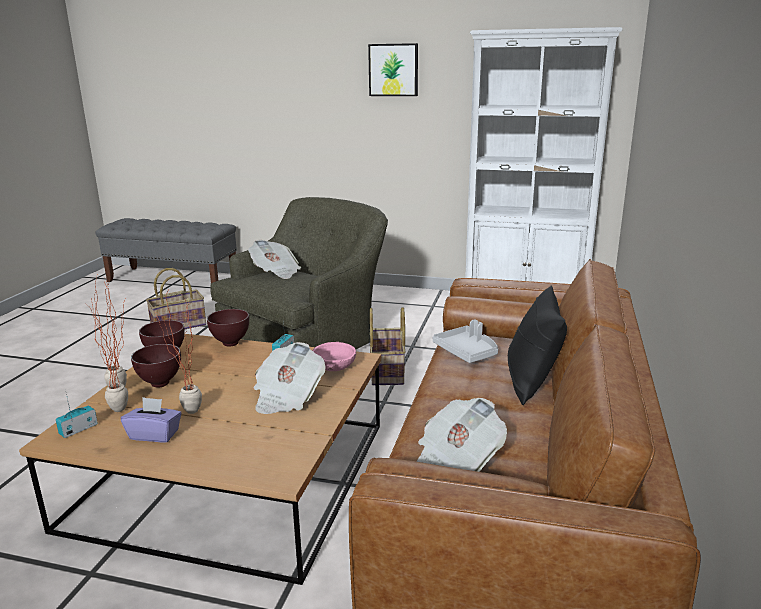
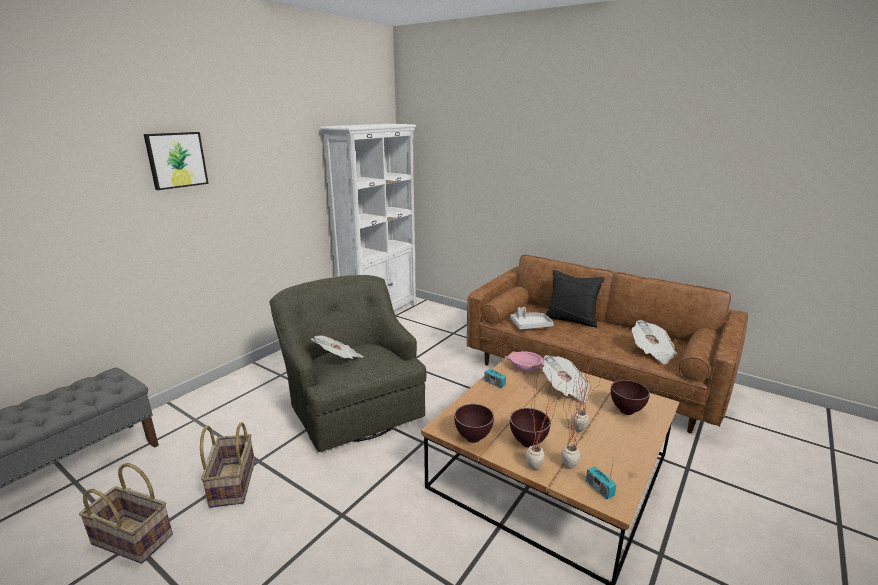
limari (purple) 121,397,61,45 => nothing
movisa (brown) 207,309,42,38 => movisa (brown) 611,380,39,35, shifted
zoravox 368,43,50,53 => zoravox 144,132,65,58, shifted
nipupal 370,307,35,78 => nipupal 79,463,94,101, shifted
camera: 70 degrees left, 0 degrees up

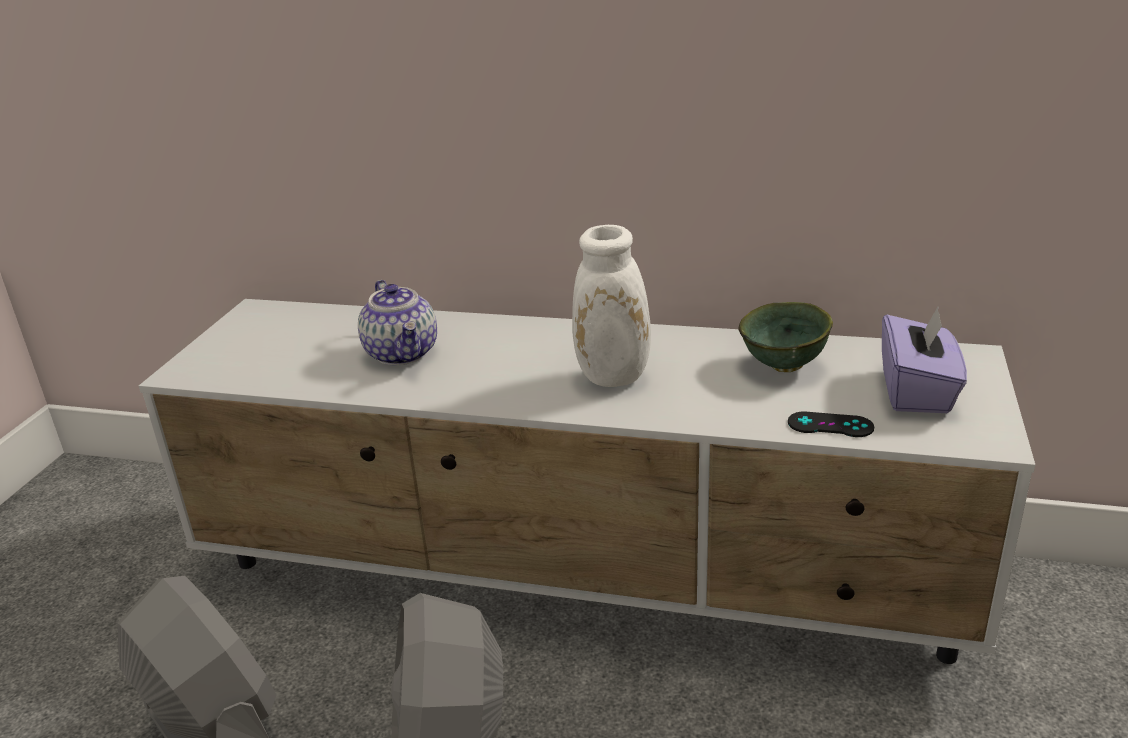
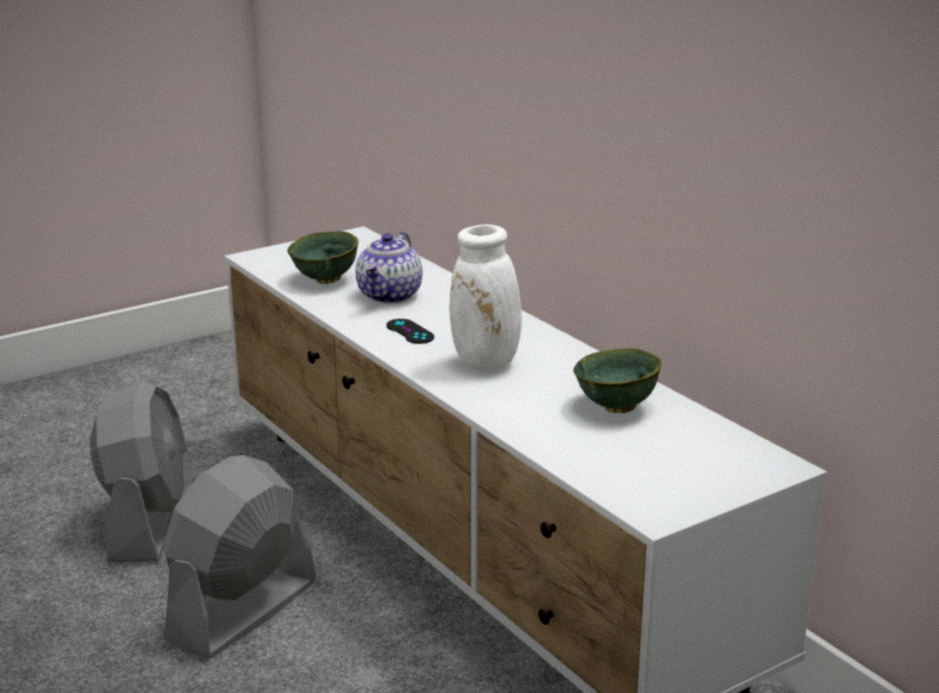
limari (purple) 882,305,85,108 => nothing
nothing => movisa (green) 287,231,72,53
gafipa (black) 788,412,86,25 => gafipa (black) 386,319,48,25, shifted
camera: 40 degrees right, 5 degrees down

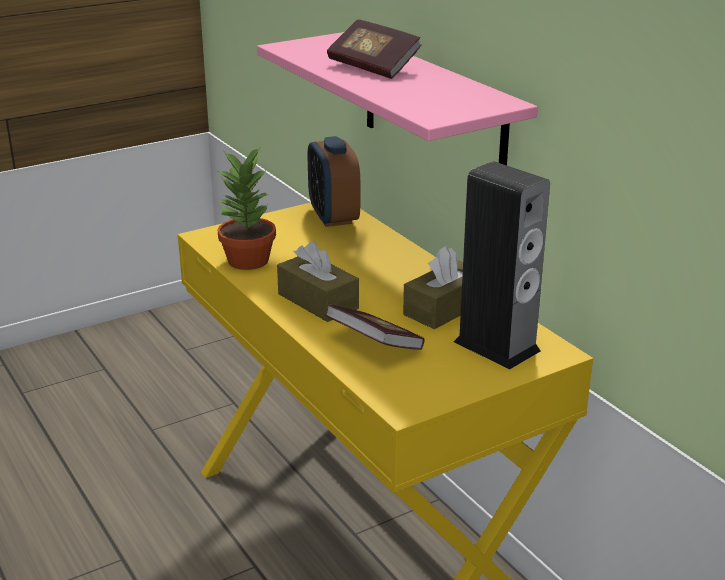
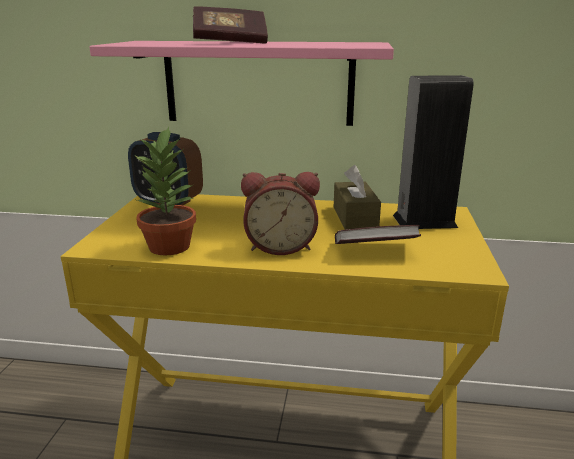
limari (brown) 277,241,82,81 => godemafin 241,172,79,83
camera: 50 degrees left, 5 degrees down

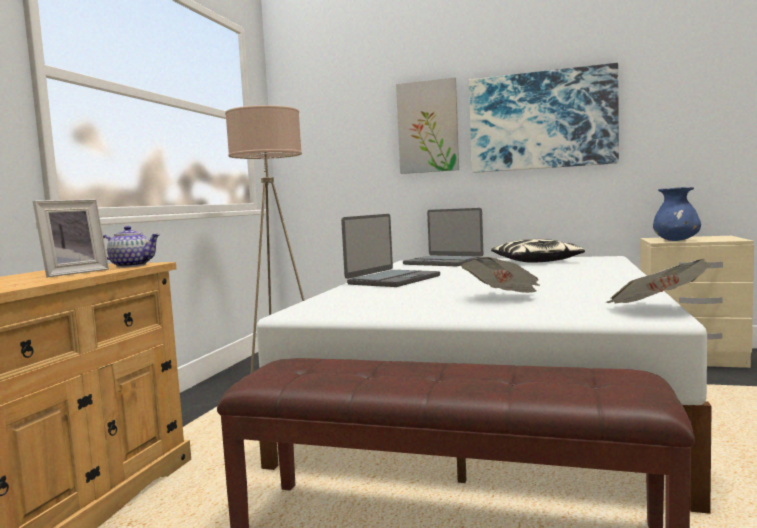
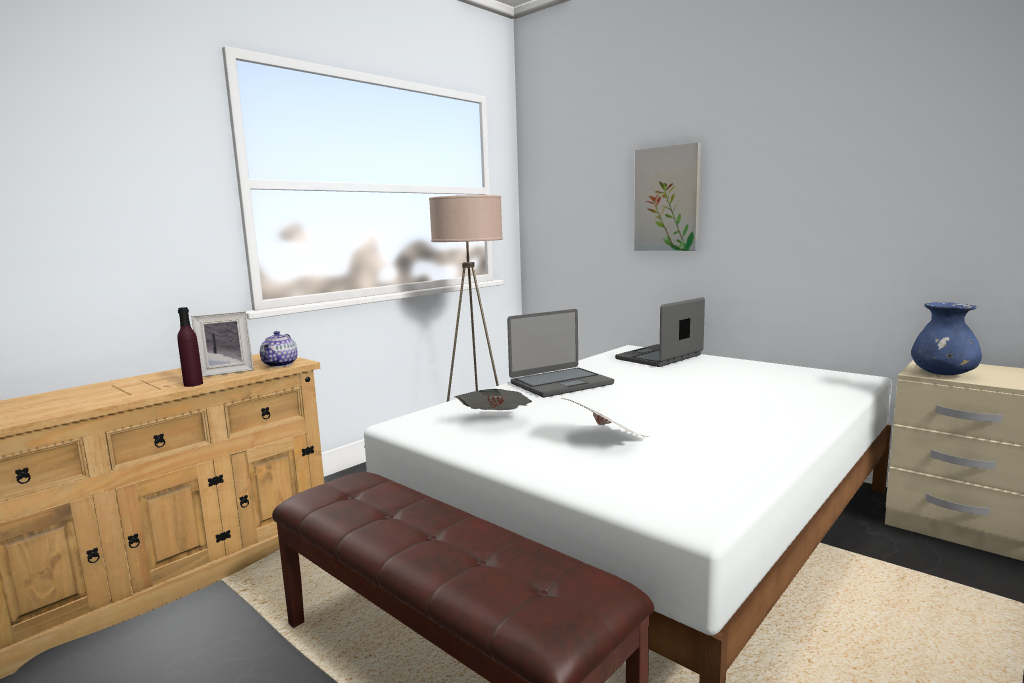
zoravox 469,63,150,110 => nothing
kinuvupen 491,239,94,24 => nothing
nothing => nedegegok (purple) 178,307,25,80
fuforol 606,259,106,45 => fuforol 455,389,77,21, shifted
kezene 103,226,58,41 => kezene 260,331,37,36, 60 degrees clockwise
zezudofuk 403,208,80,58 => zezudofuk 615,297,90,70, 75 degrees clockwise
camera: 25 degrees right, 5 degrees up

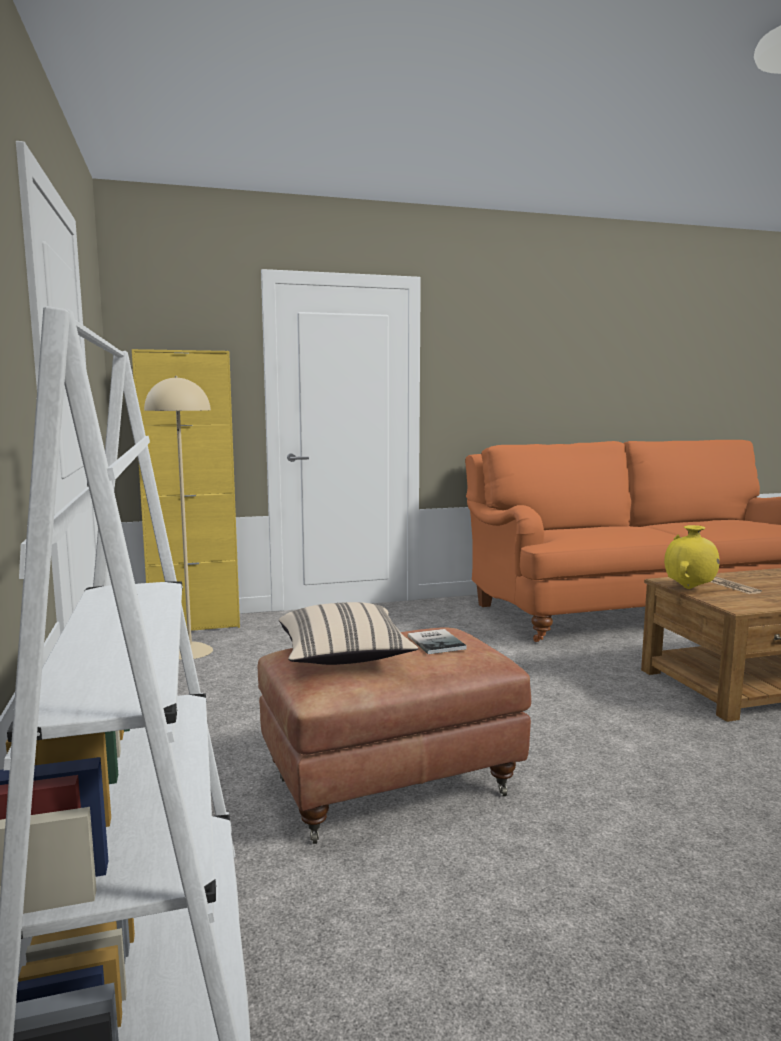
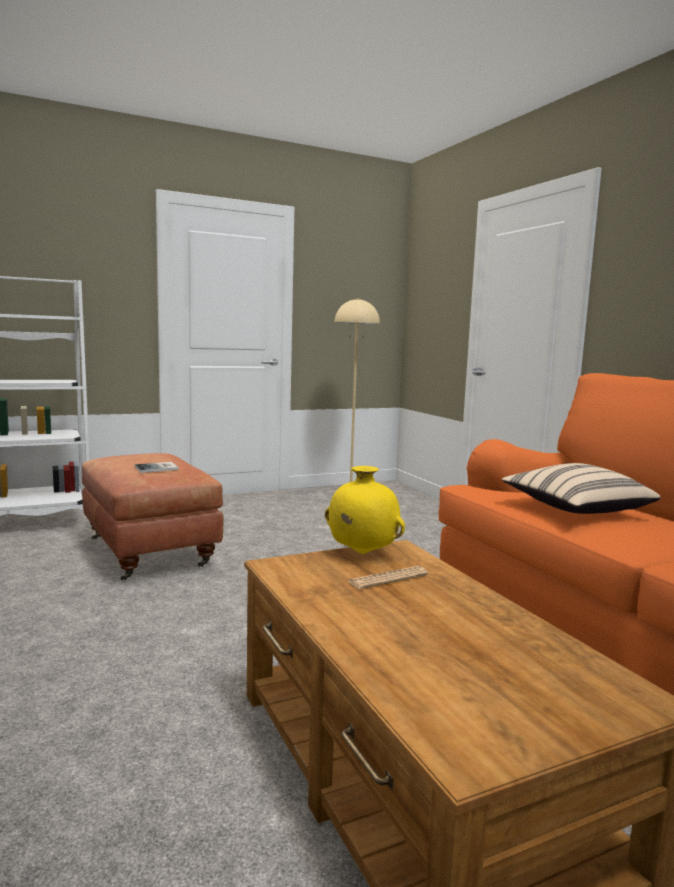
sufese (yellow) 132,349,108,282 => nothing
kinuvupen (beige) 279,602,139,63 => kinuvupen (beige) 502,463,159,51, shifted
camera: 80 degrees right, 0 degrees up

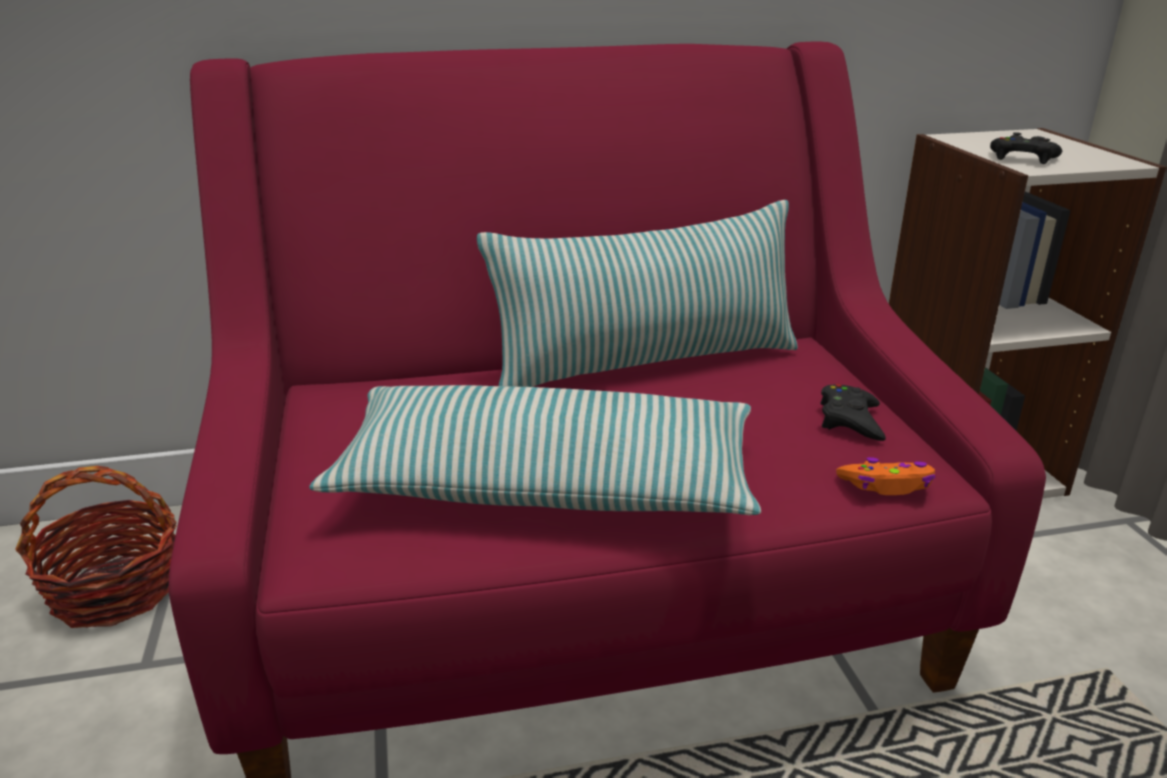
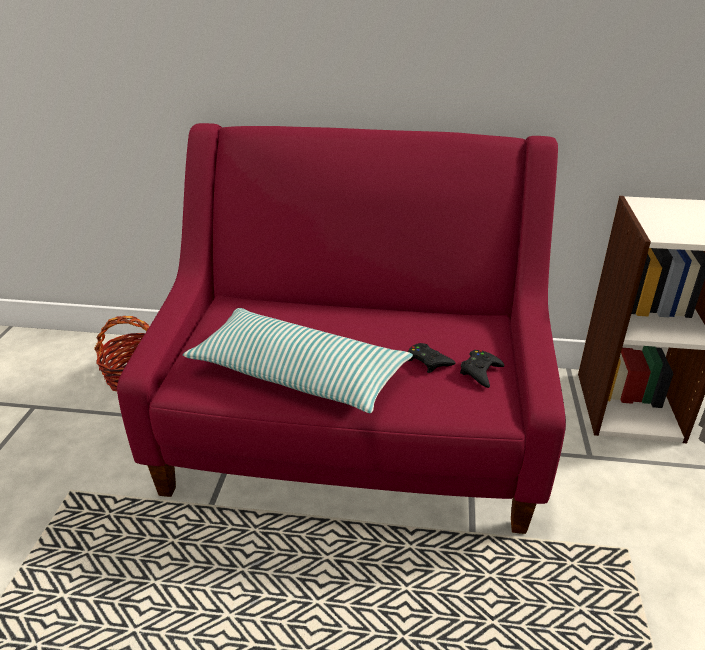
kinuvupen 477,200,321,187 => nothing
gafipa (orange) 836,457,99,38 => nothing
gafipa (black) 990,132,72,32 => gafipa (black) 408,343,48,30, shifted
camera: 20 degrees right, 5 degrees up

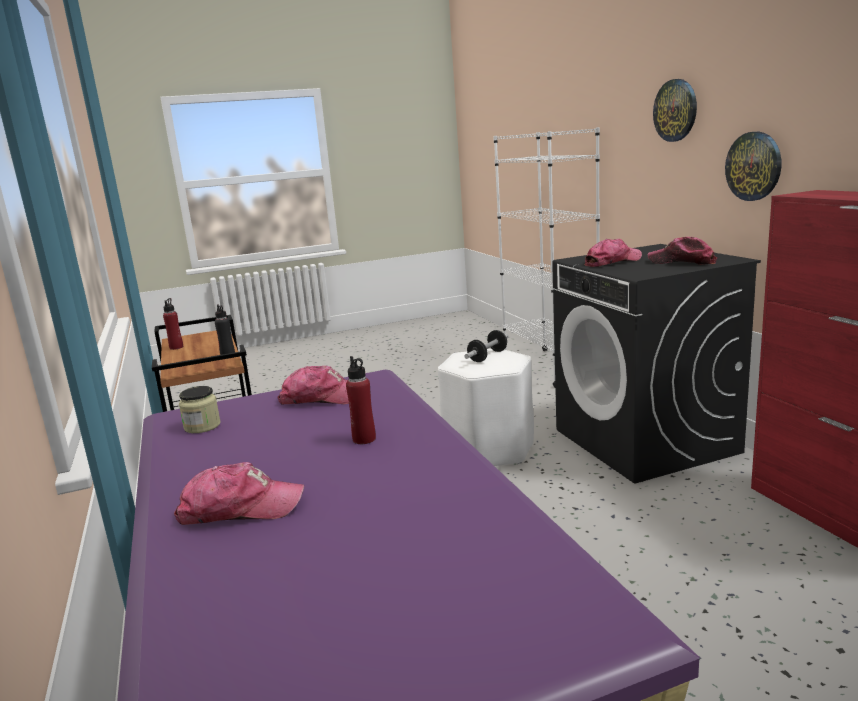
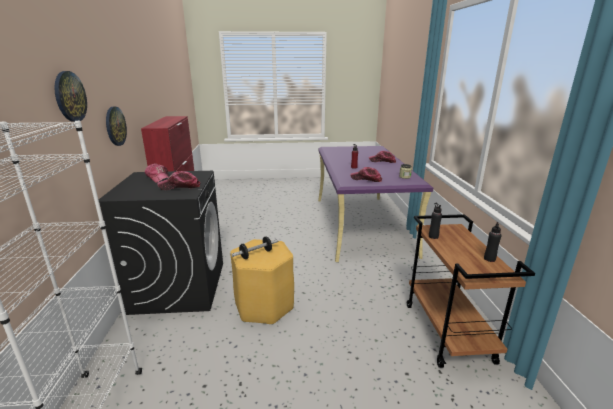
nedegegok (red) 163,298,20,52 => nedegegok (black) 484,222,17,40
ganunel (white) 438,349,96,117 => ganunel (yellow) 230,239,64,86
camera: 165 degrees left, 5 degrees up

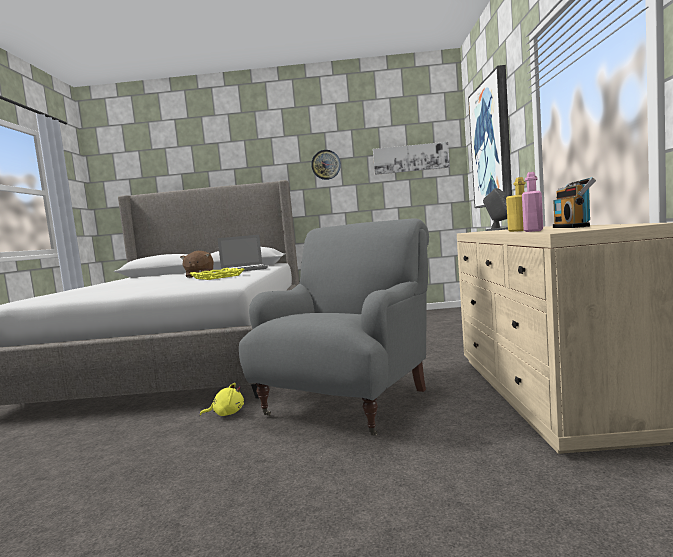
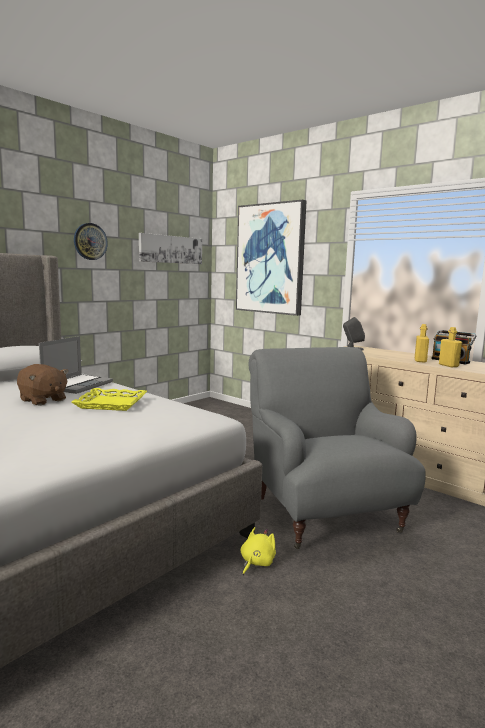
nedegegok (pink) 522,172,21,60 => nedegegok (yellow) 439,327,23,40
camera: 50 degrees left, 5 degrees up

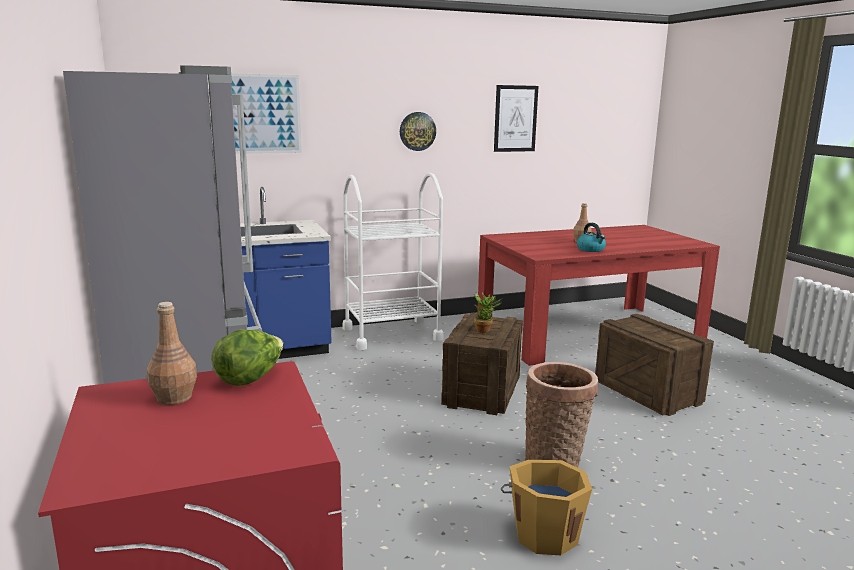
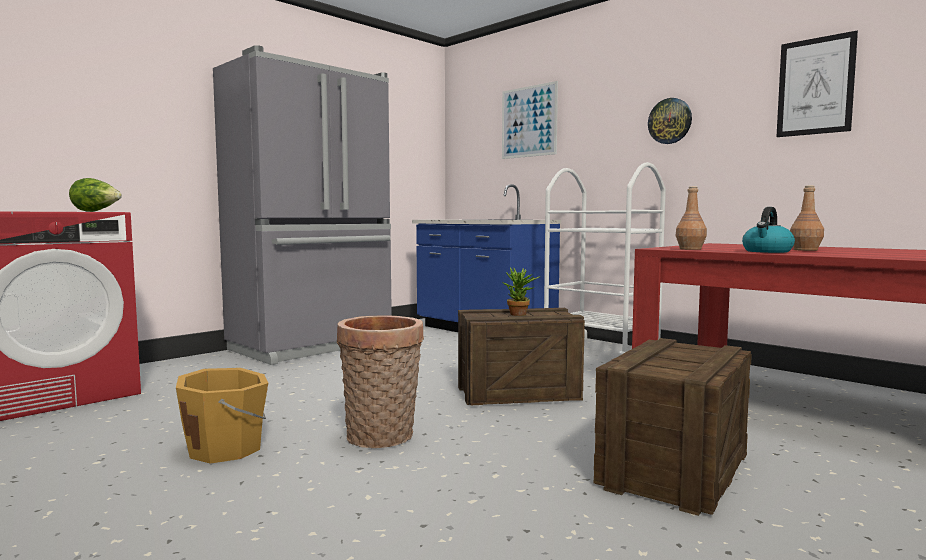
nedegegok (brown) 147,302,50,103 => nedegegok (brown) 676,186,31,64, shifted
camera: 65 degrees right, 10 degrees down

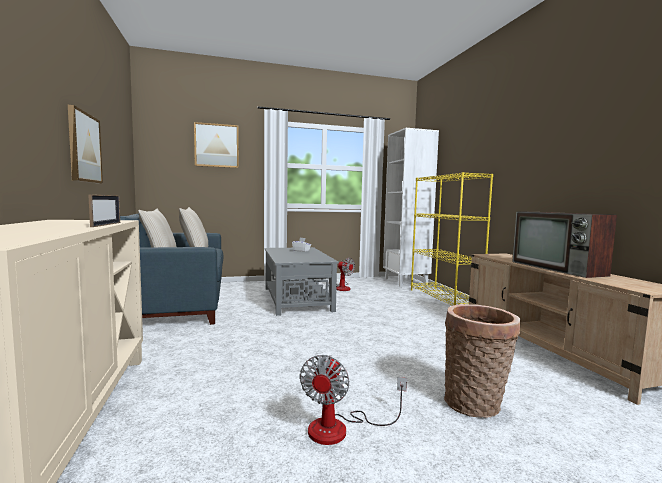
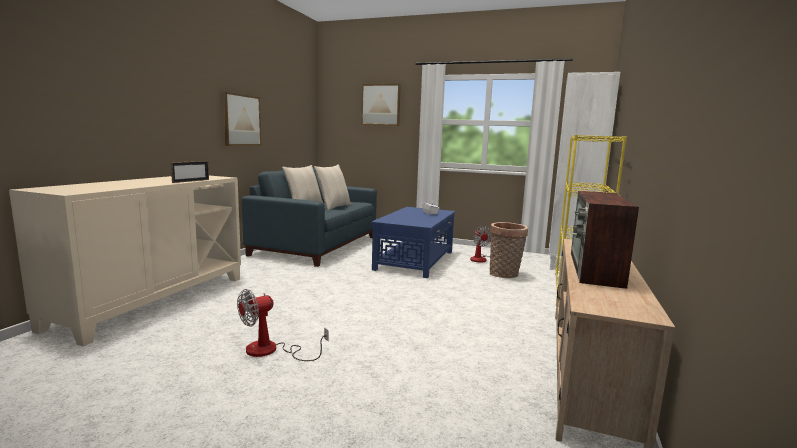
nipupal 444,304,77,114 => nipupal 490,222,38,56, shifted
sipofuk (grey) 265,247,74,69 => sipofuk (blue) 371,207,85,71
camera: 35 degrees right, 5 degrees up

